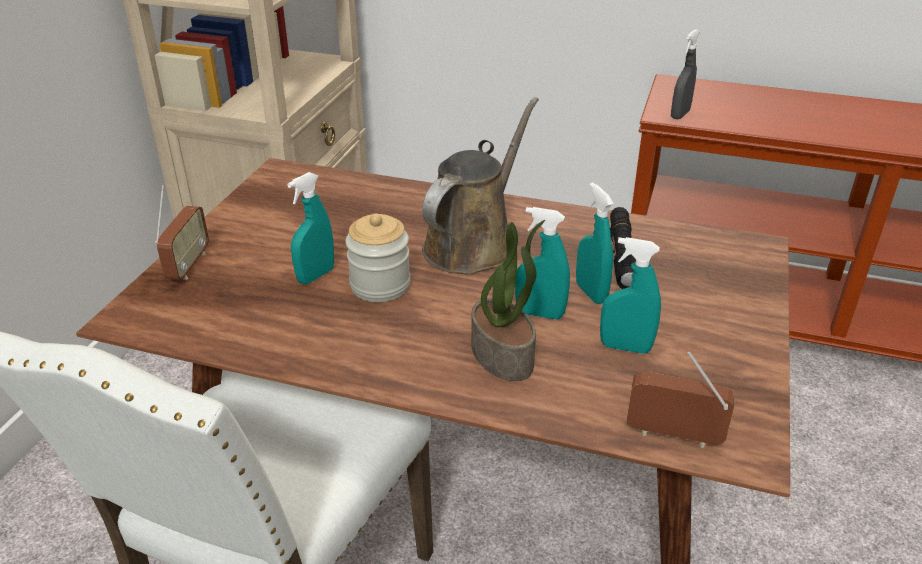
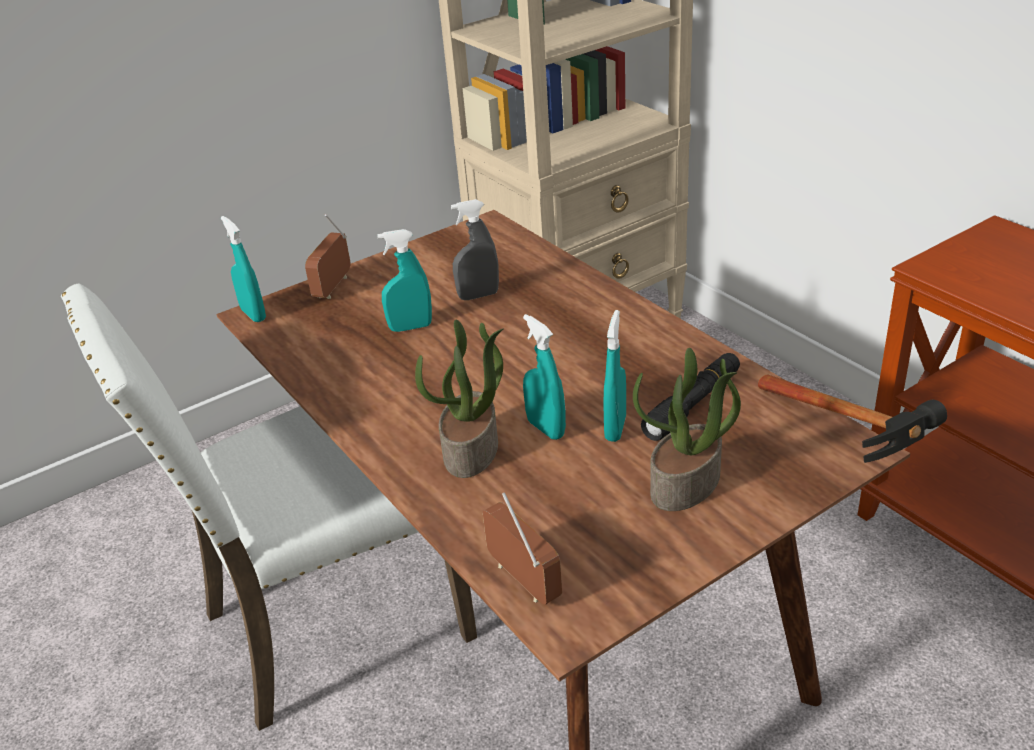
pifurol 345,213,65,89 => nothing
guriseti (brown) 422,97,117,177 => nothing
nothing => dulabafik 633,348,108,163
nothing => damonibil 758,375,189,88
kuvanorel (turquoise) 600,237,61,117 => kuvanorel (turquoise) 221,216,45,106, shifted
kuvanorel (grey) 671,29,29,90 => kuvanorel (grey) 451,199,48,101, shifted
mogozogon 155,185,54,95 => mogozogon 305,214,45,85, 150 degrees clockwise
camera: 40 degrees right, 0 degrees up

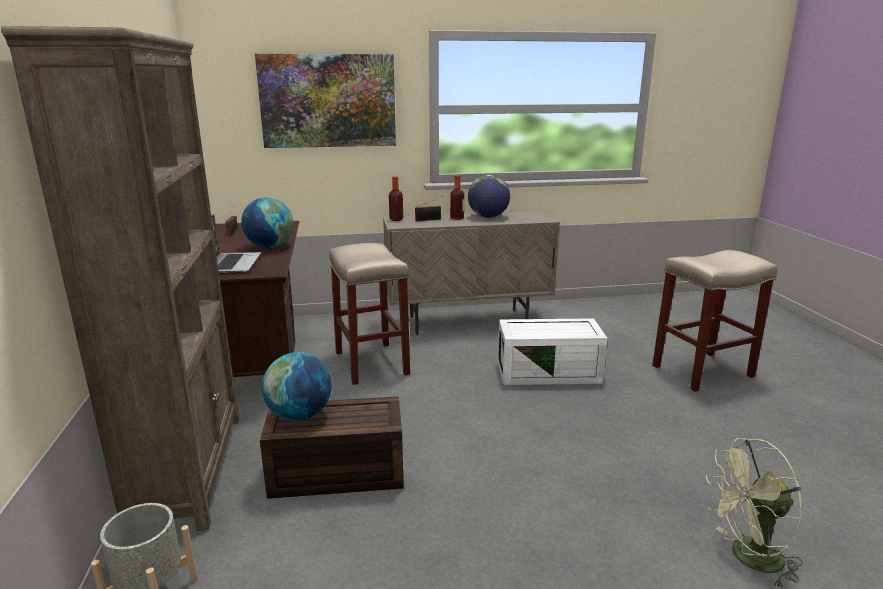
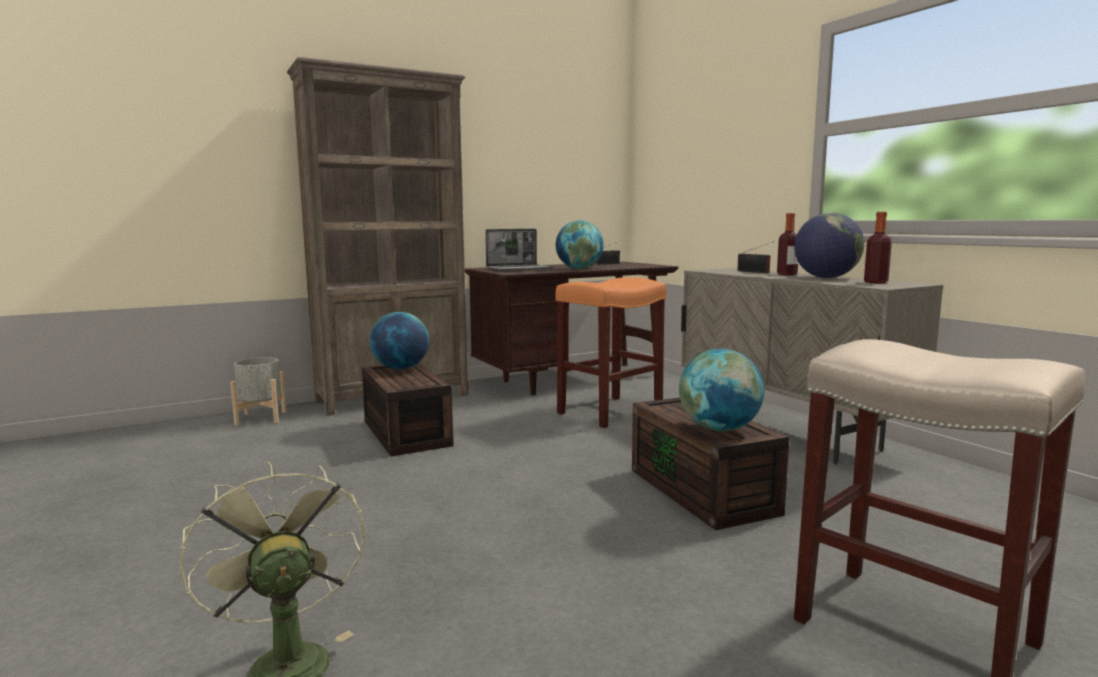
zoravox 255,54,141,94 => nothing
nothing => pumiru 679,348,85,83
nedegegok 389,176,14,45 => nedegegok 864,212,28,71, shifted
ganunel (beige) 329,243,81,142 => ganunel (orange) 556,277,111,151
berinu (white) 498,318,110,67 => berinu (brown) 632,397,158,133
camera: 70 degrees right, 10 degrees down

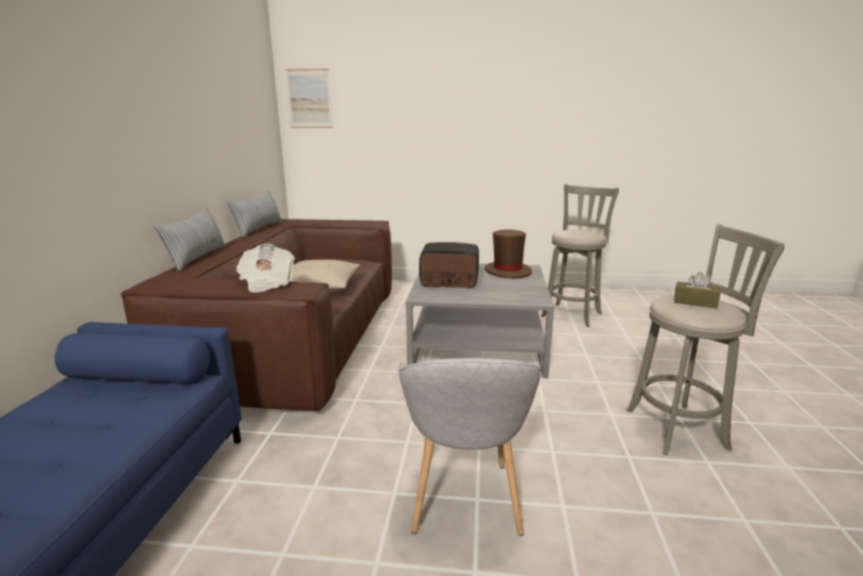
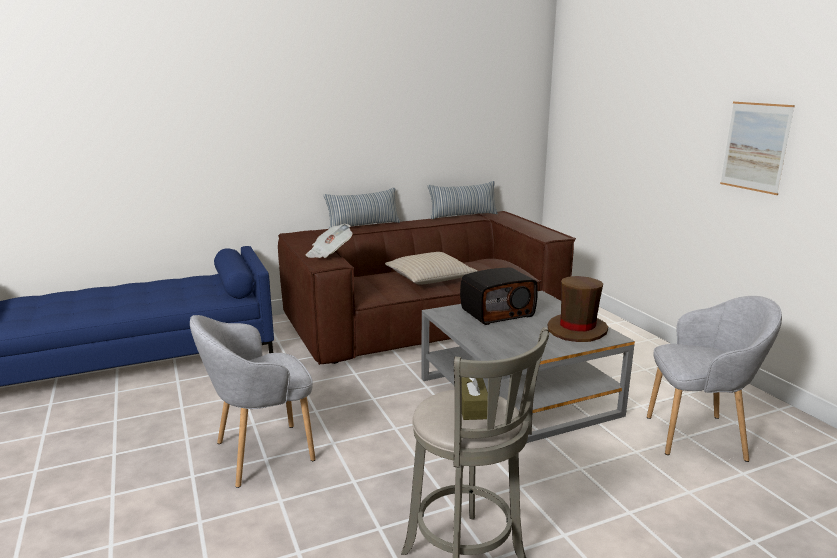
zoravox 285,69,48,59 => zoravox 720,102,75,93, shifted
ganunel (grey) 541,184,78,143 => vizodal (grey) 647,296,135,166
mogozogon 419,242,60,46 => mogozogon 460,268,78,57, 90 degrees clockwise
camera: 60 degrees right, 0 degrees up

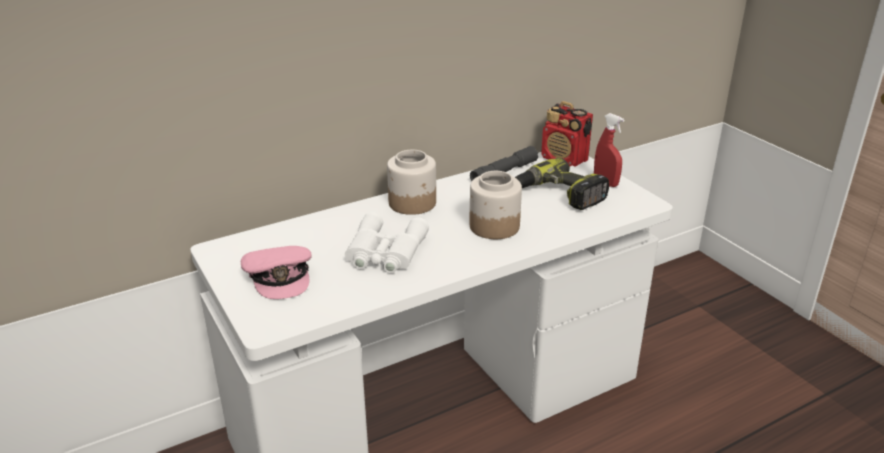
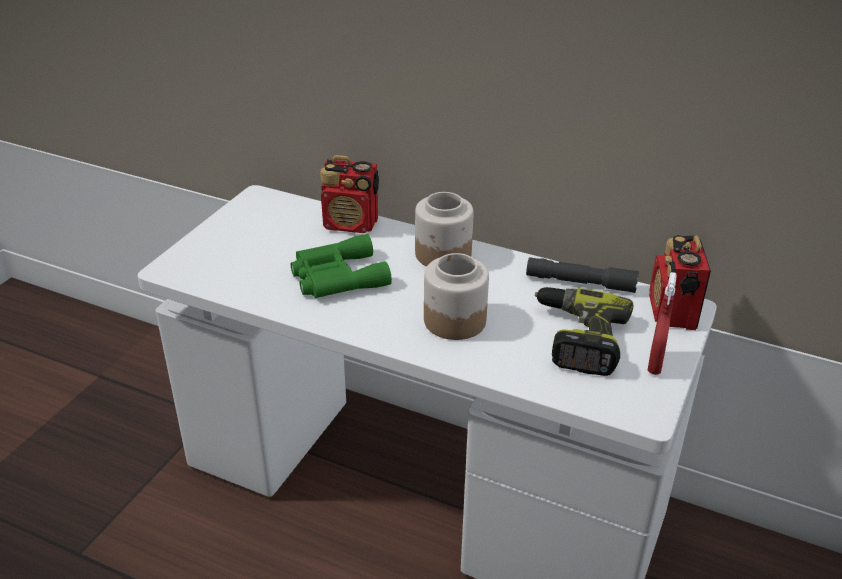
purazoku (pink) 241,246,71,53 => nothing
nothing => mogozogon 320,155,59,78
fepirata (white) 345,212,84,61 => fepirata (green) 291,234,101,64
camera: 55 degrees right, 5 degrees up

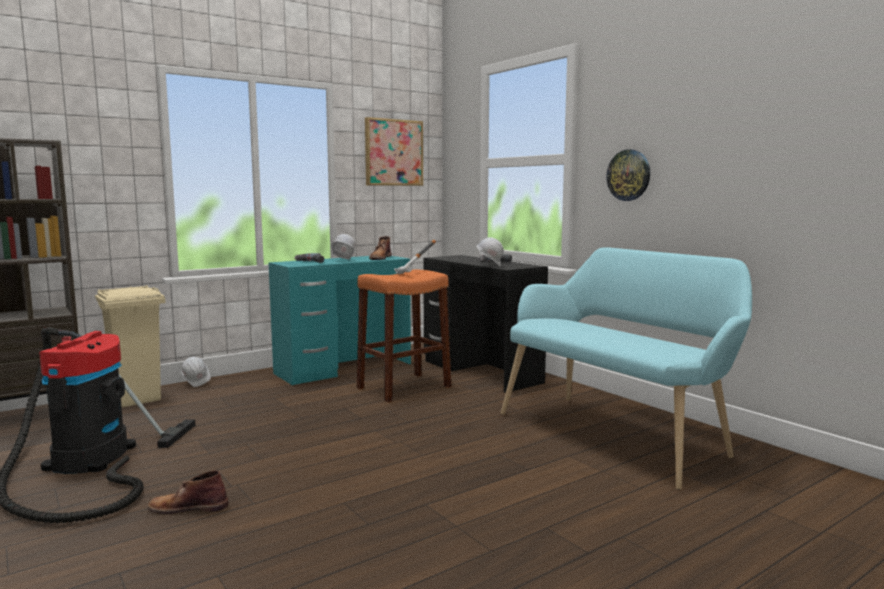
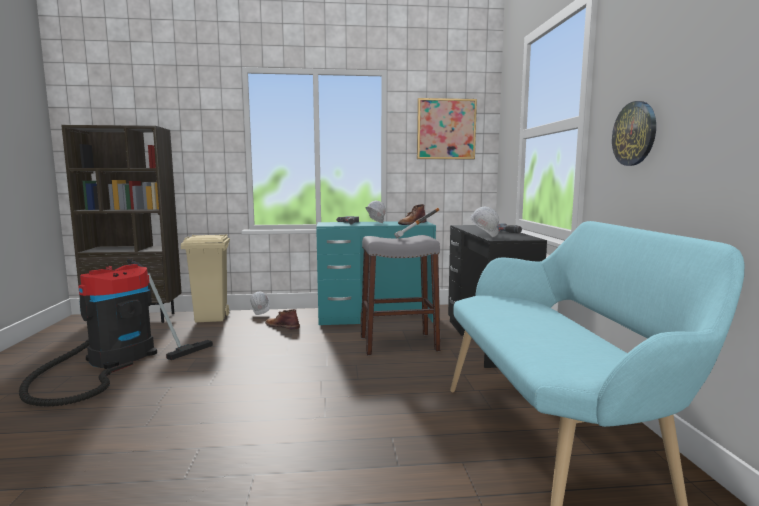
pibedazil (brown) 147,470,82,44 => pibedazil (brown) 265,309,35,21, shifted
ganunel (orange) 357,269,94,133 => ganunel (grey) 361,235,80,121
camera: 30 degrees right, 0 degrees up

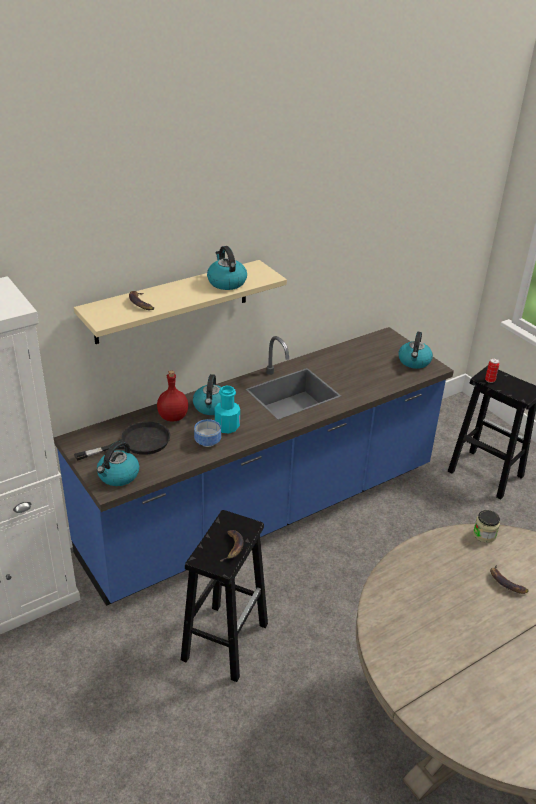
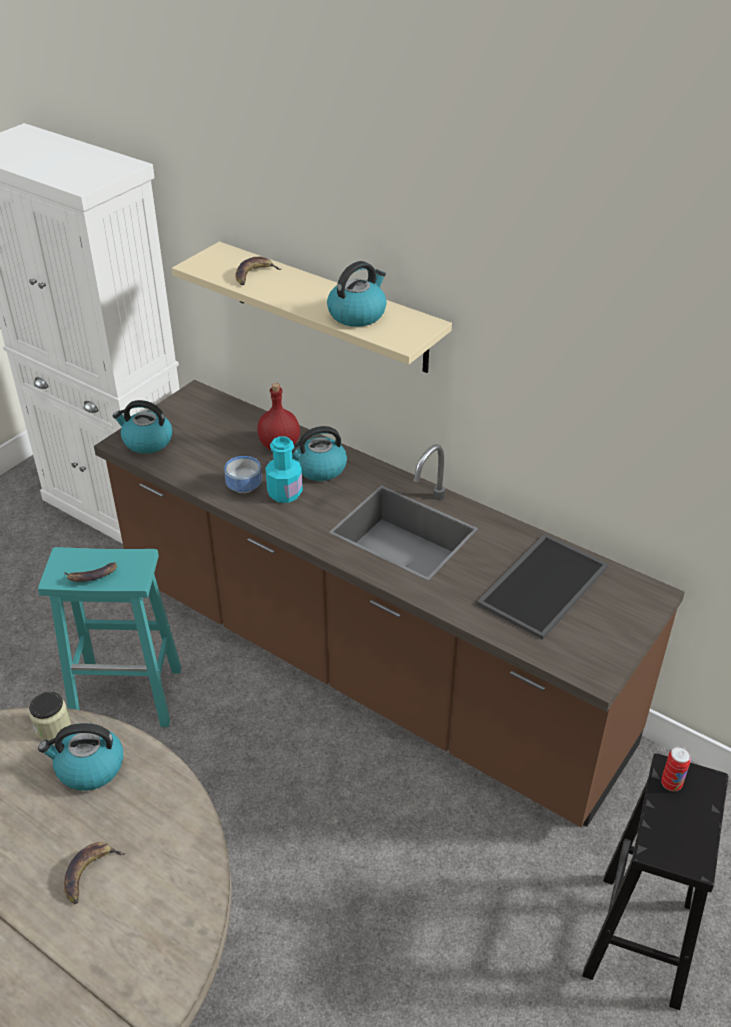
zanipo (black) 74,422,97,38 => nothing
nothing => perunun 477,534,131,106
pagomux 399,332,34,37 => pagomux 38,723,86,68, shifted
pifurol 473,510,27,33 => pifurol 29,691,42,50, shifted
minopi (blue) 54,327,400,279 => minopi (brown) 94,380,591,447
ganunel (black) 181,510,87,172 => ganunel (turquoise) 38,547,143,180
camera: 70 degrees right, 5 degrees up

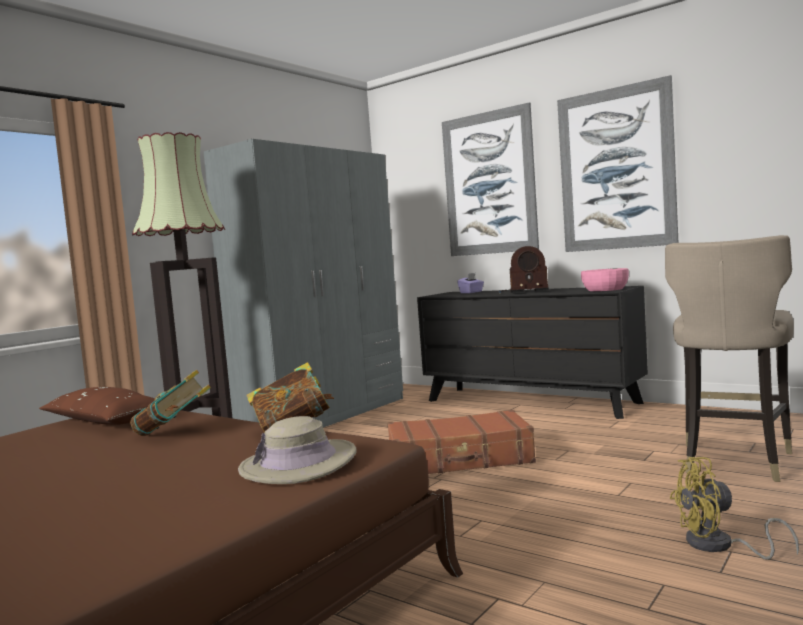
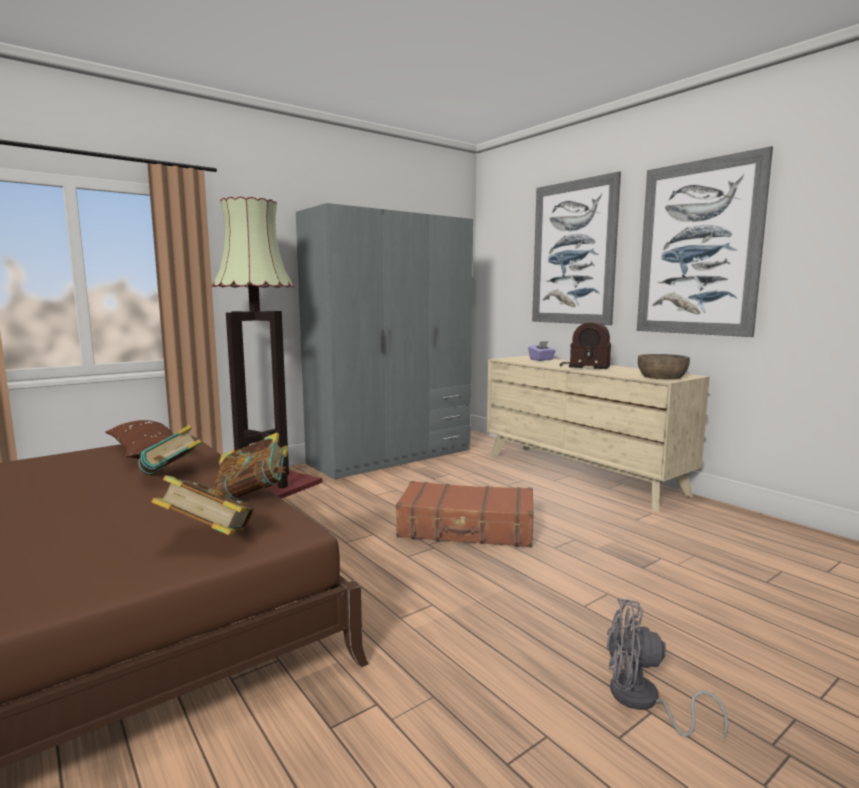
ganunel (beige) 665,235,129,247 => nothing
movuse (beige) 238,416,118,68 => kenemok 151,475,103,60
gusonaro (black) 417,286,231,133 => gusonaro (beige) 487,356,223,156
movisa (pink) 581,268,48,23 => movisa (brown) 638,354,52,25
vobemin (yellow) 670,457,129,103 => vobemin (grey) 607,598,121,142
camera: 15 degrees right, 5 degrees up

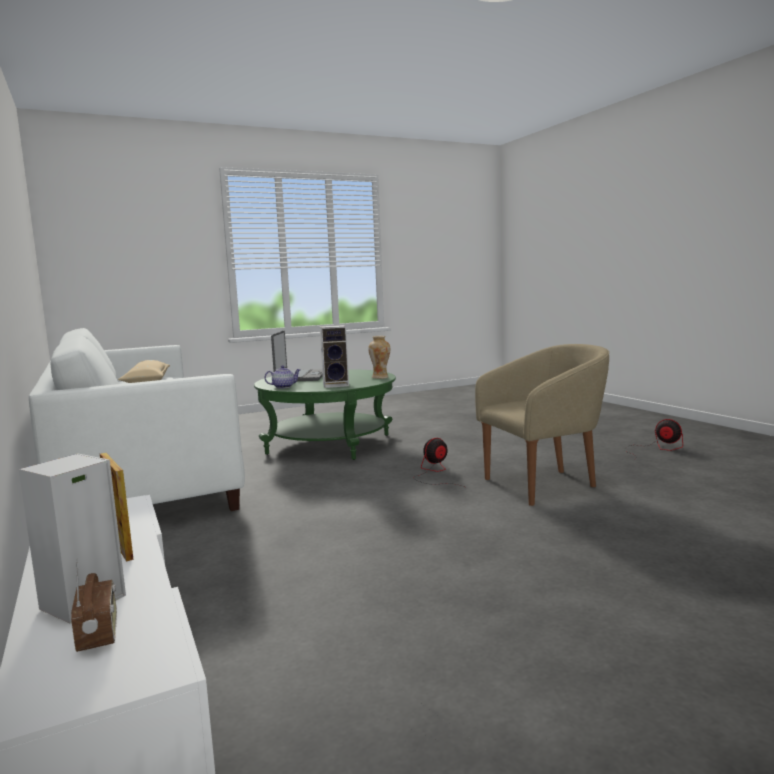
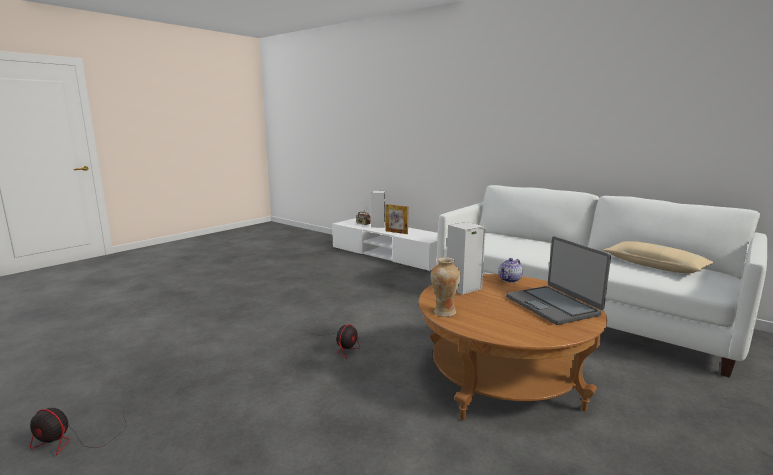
vizodal (beige) 475,344,134,162 => nothing
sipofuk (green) 254,369,142,91 => sipofuk (brown) 419,274,188,146
camera: 155 degrees right, 5 degrees up

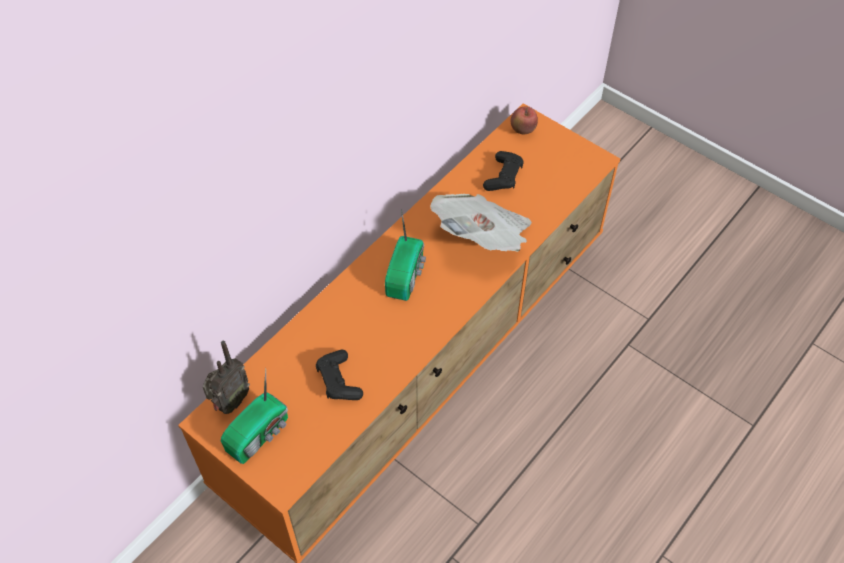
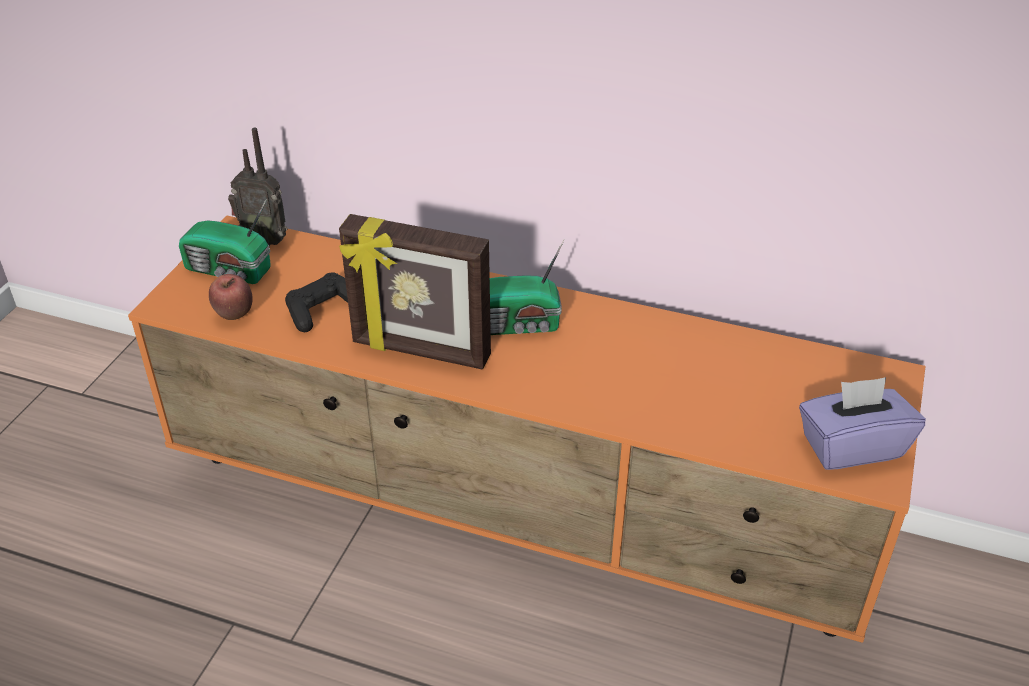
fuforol 430,194,101,58 => nothing
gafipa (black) 483,151,41,40 => nothing
nothing => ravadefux 339,214,152,155
nothing => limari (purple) 799,377,127,93
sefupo 511,107,27,28 => sefupo 209,274,44,46, shifted
camera: 70 degrees right, 15 degrees down

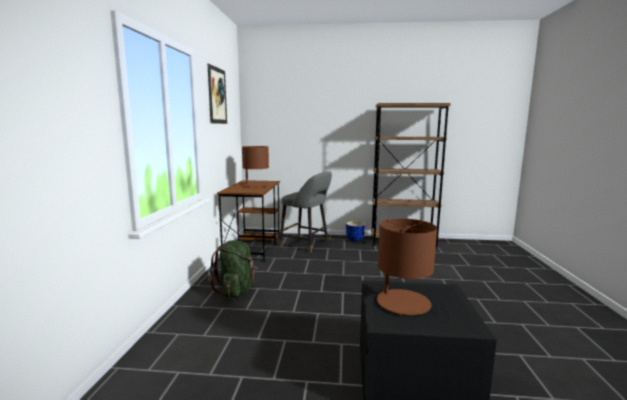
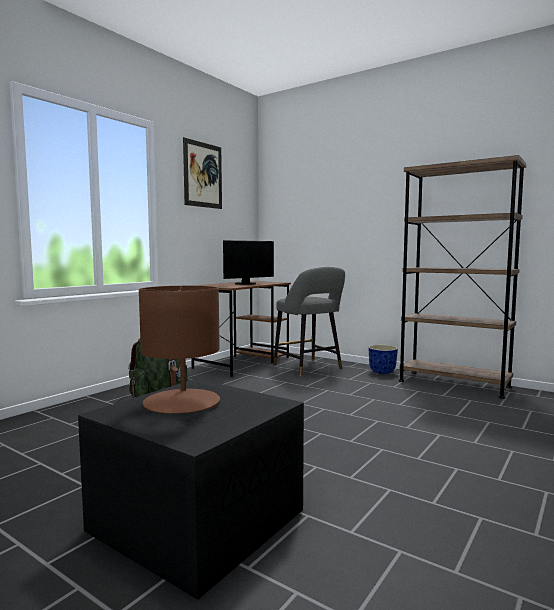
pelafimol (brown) 242,146,27,42 => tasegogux 223,240,51,45
camera: 30 degrees right, 5 degrees down

